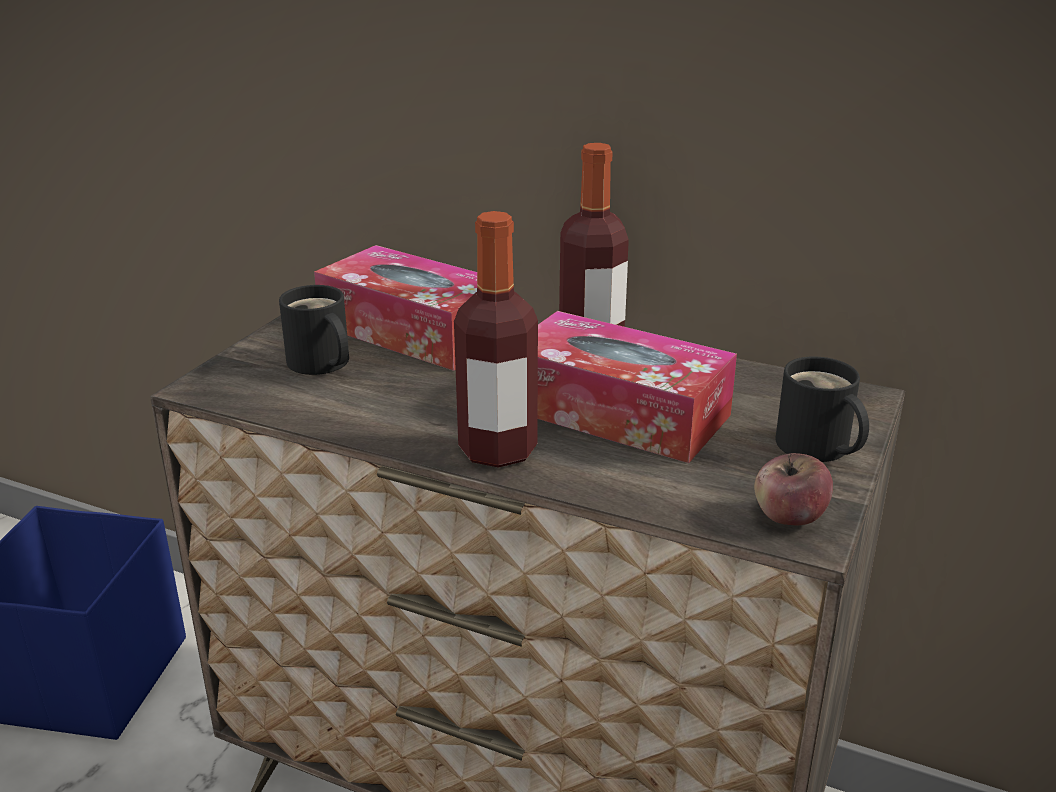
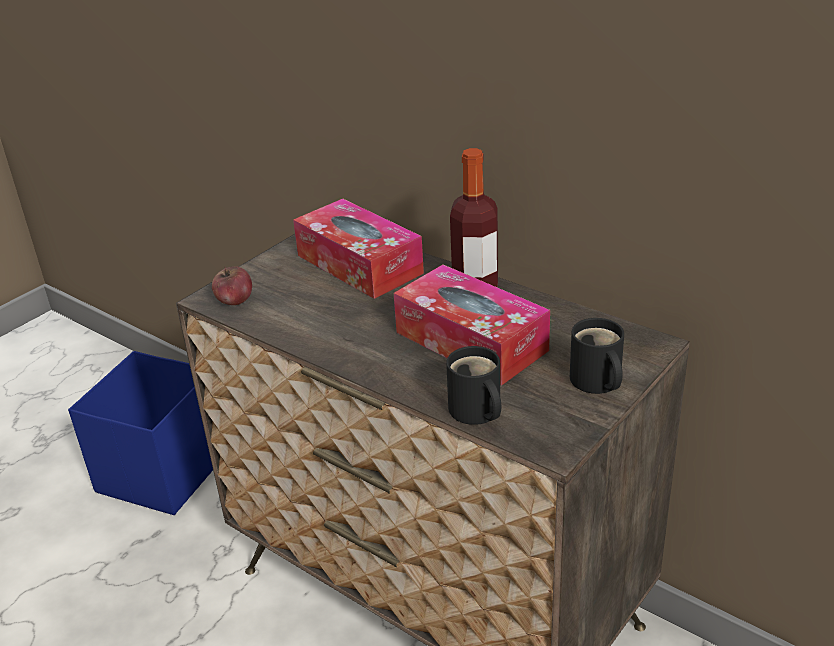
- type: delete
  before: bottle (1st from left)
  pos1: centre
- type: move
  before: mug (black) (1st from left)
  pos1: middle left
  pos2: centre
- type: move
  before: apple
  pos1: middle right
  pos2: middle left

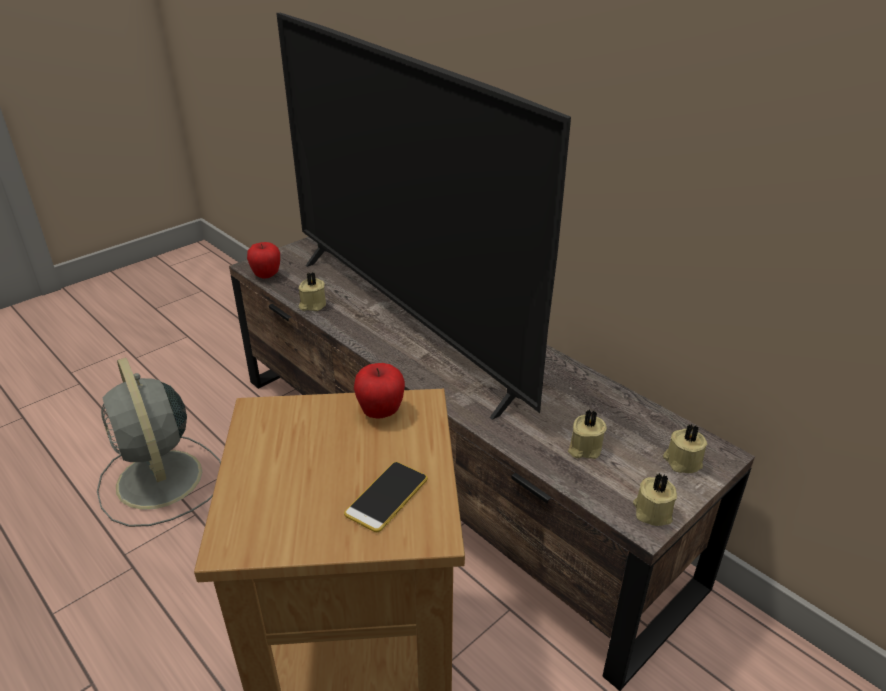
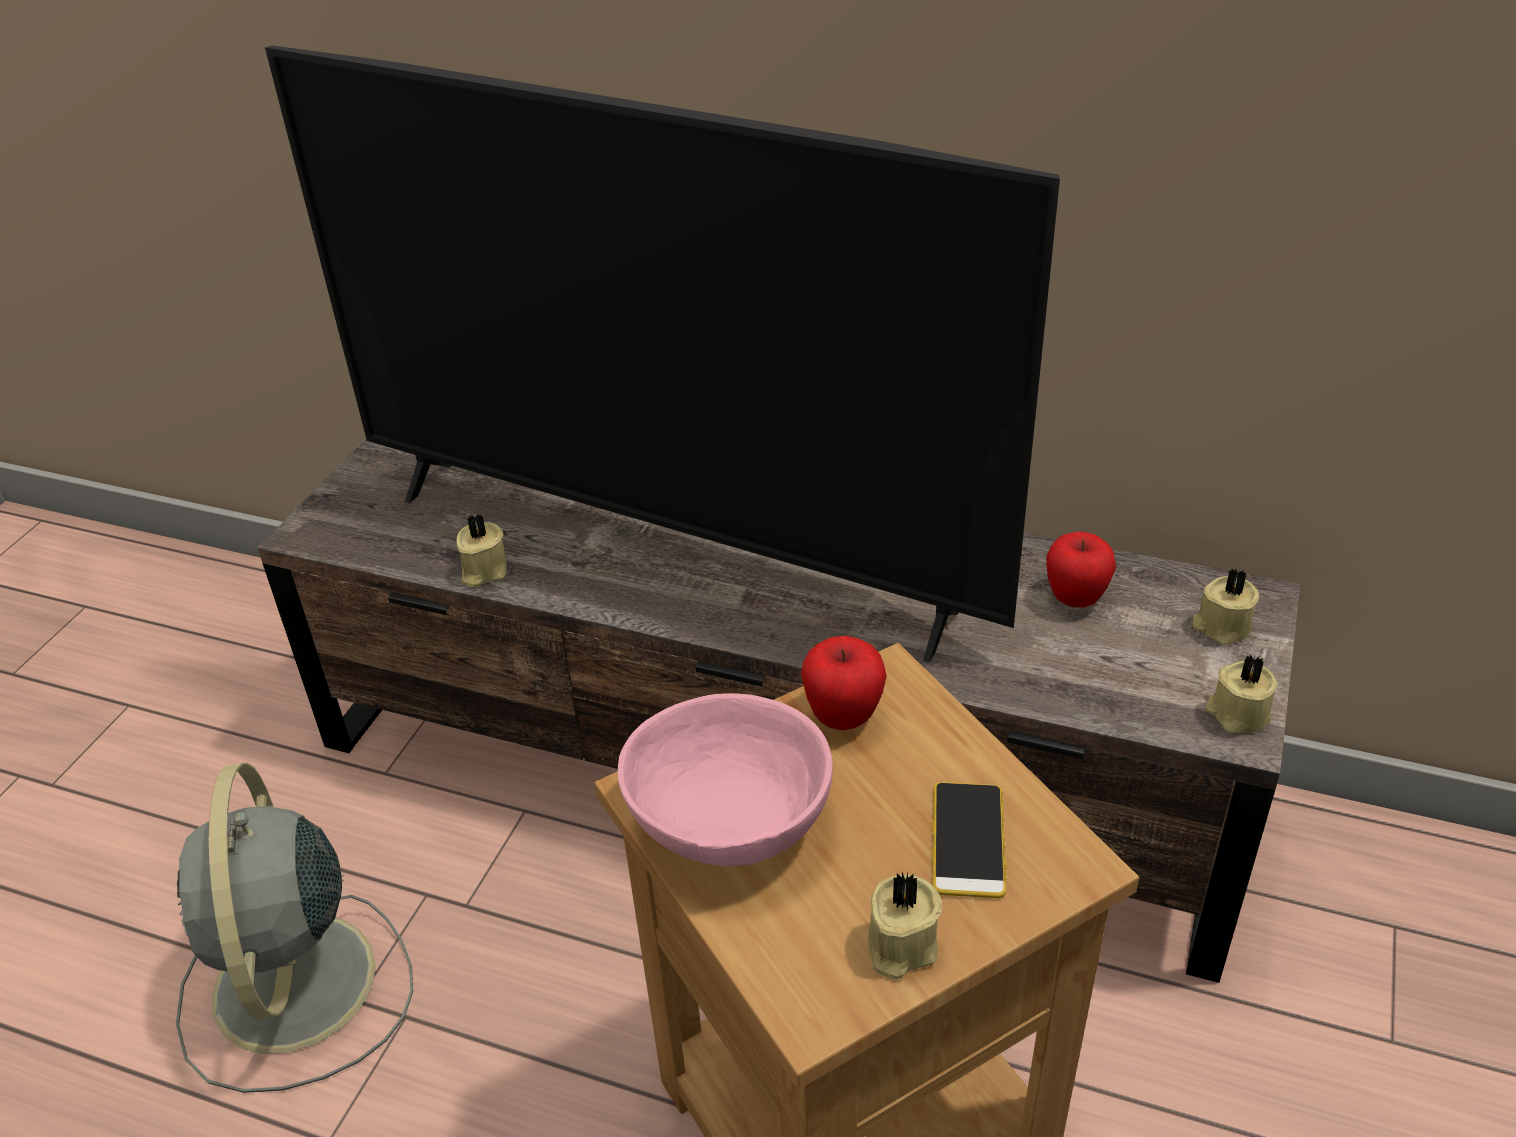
- type: insert
  after: bowl (pink)
  pos2: bottom centre
- type: move
  before: apple (1st from left in the first image)
  after: apple (2nd from left)
  pos1: middle left
  pos2: middle right
- type: move
  before: candle (beige) (2nd from left)
  pos1: centre
  pos2: bottom centre
- type: rotate
  before: fan (grey)
  pos1: middle left
  pos2: bottom left
  turn: 45

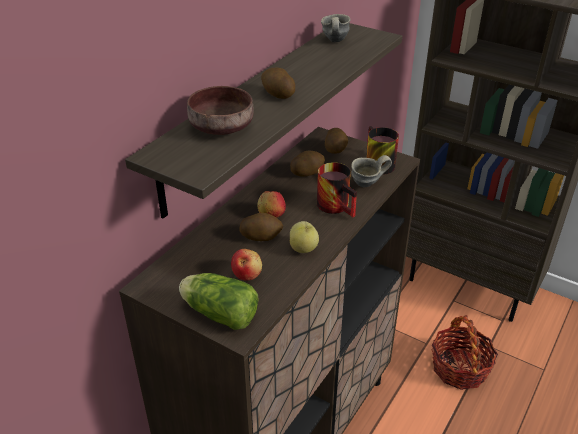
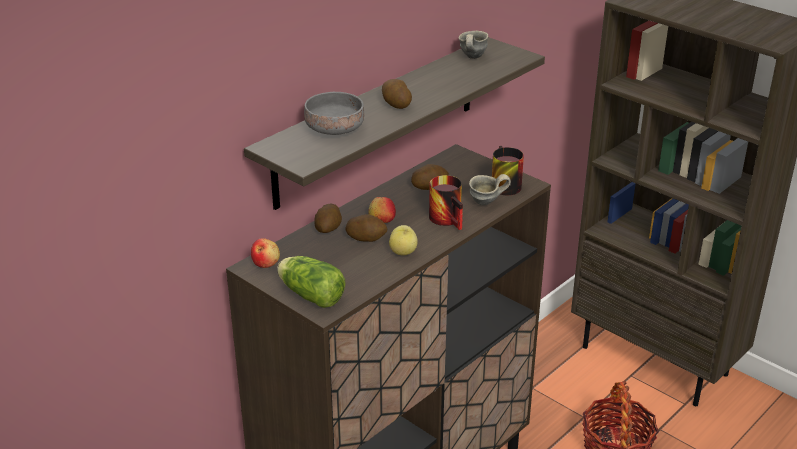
- type: move
  before: apple (1st from left)
  pos1: centre
  pos2: middle left
- type: move
  before: potato (4th from left in the first image)
  after: potato (1st from left)
  pos1: top centre
  pos2: centre
- type: recolor
  before: bowl (brown)
  after: bowl (grey)
  pos1: top centre
  pos2: top centre

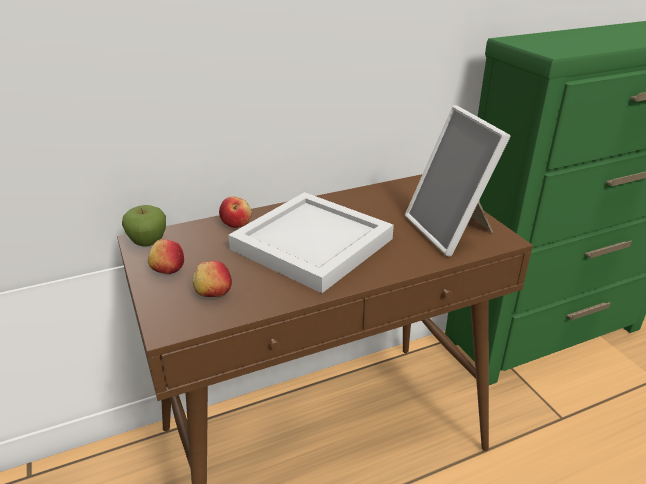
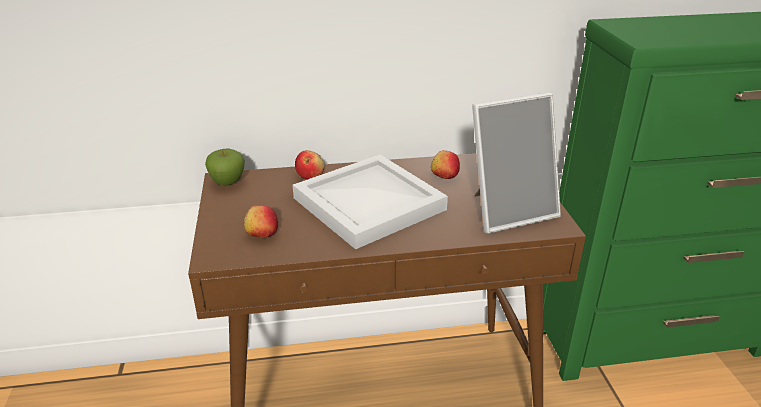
- type: move
  before: apple (2nd from left in the first image)
  after: apple (4th from left)
  pos1: middle left
  pos2: centre
- type: rotate
  before: picture frame
  pos1: middle right
  pos2: middle right
  turn: -105

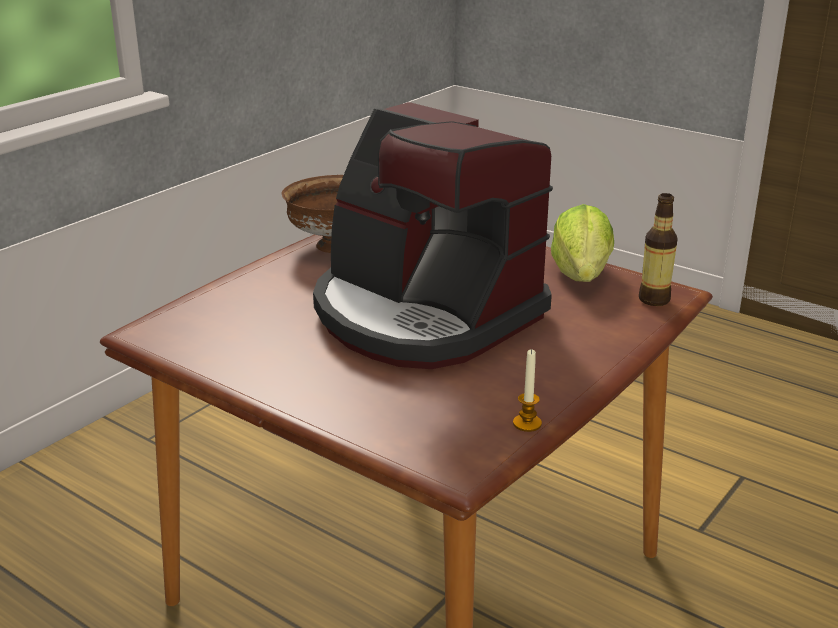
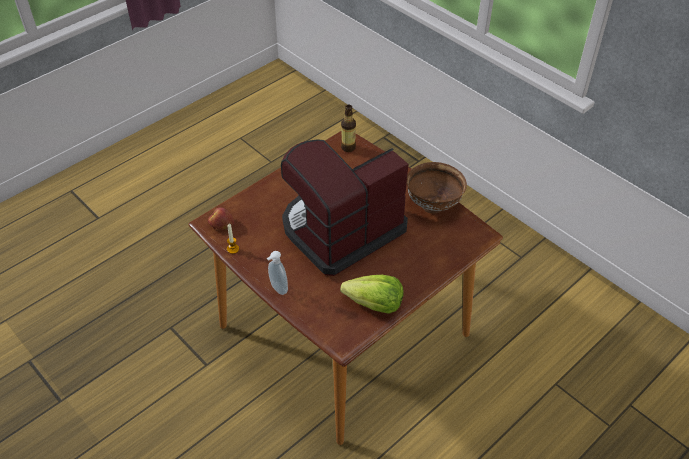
- type: insert
  after: apple
  pos2: middle left
- type: insert
  after: soap dispenser
  pos2: centre
- type: move
  before: bottle
  pos1: middle right
  pos2: top centre

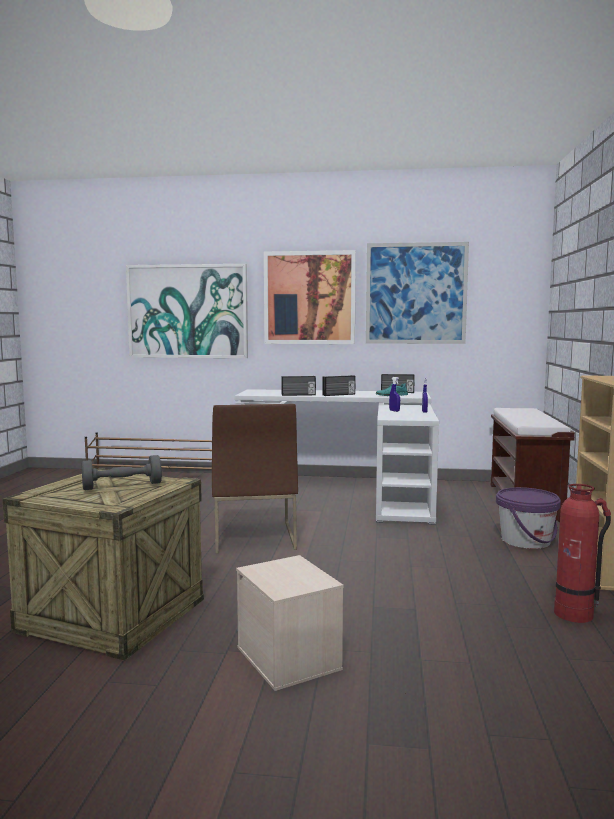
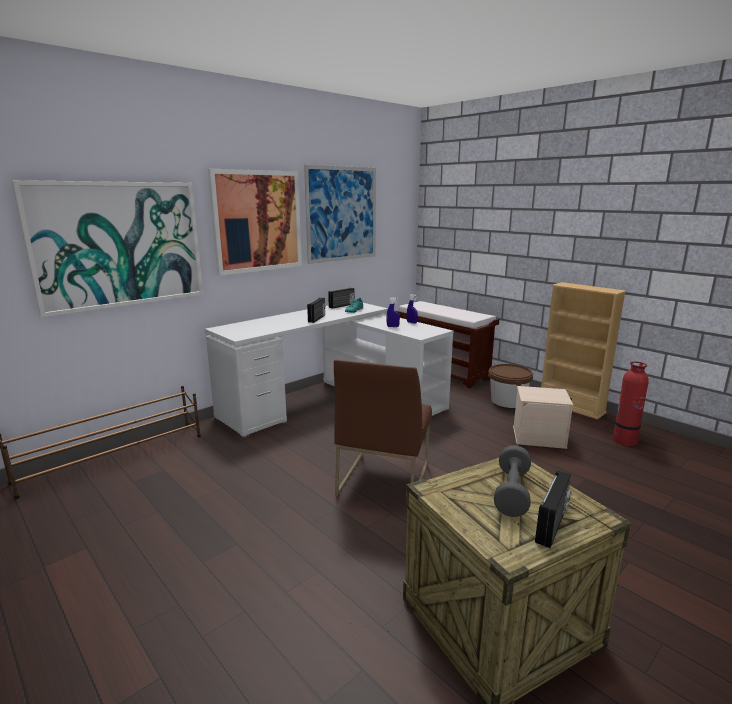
- type: move
  before: storage box (beige)
  pos1: bottom centre
  pos2: middle right
- type: move
  before: radio (1st from left in the first image)
  after: radio (3rd from left)
  pos1: centre
  pos2: bottom right
- type: recolor
  before: bucket (purple)
  after: bucket (brown)
  pos1: middle right
  pos2: middle right
- type: rotate
  before: chair (brown)
  pos1: centre
  pos2: centre
  turn: 75

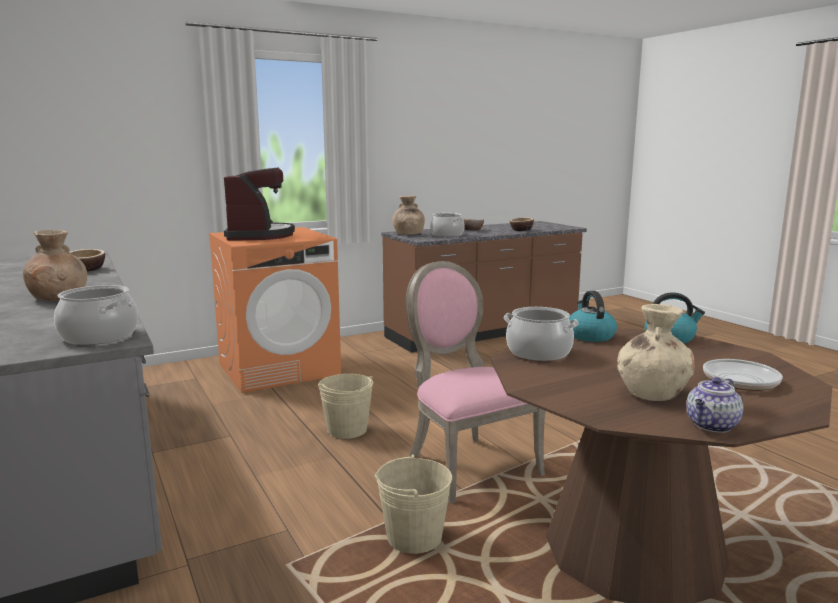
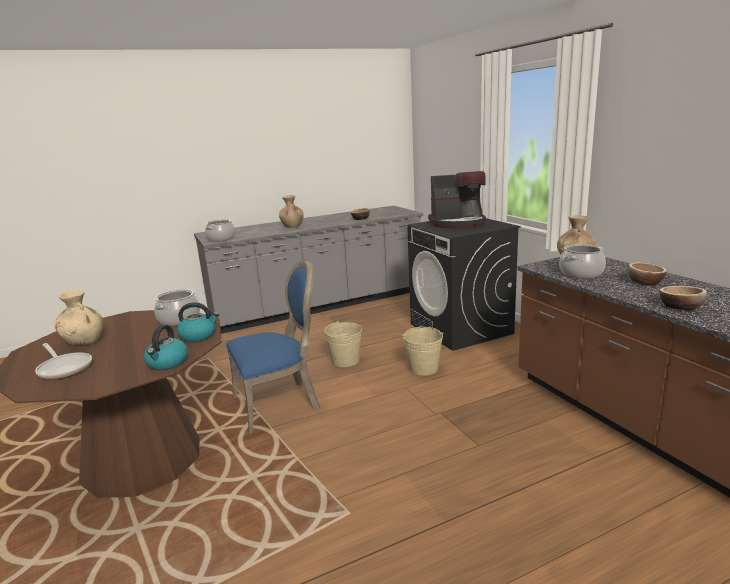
- type: delete
  before: teapot
  pos1: bottom right
- type: move
  before: bucket (beige) (2nd from left)
  pos1: bottom centre
  pos2: centre
- type: recolor
  before: washing machine (orange)
  after: washing machine (black)
  pos1: middle left
  pos2: centre
- type: recolor
  before: chair (pink)
  after: chair (blue)
  pos1: centre
  pos2: centre

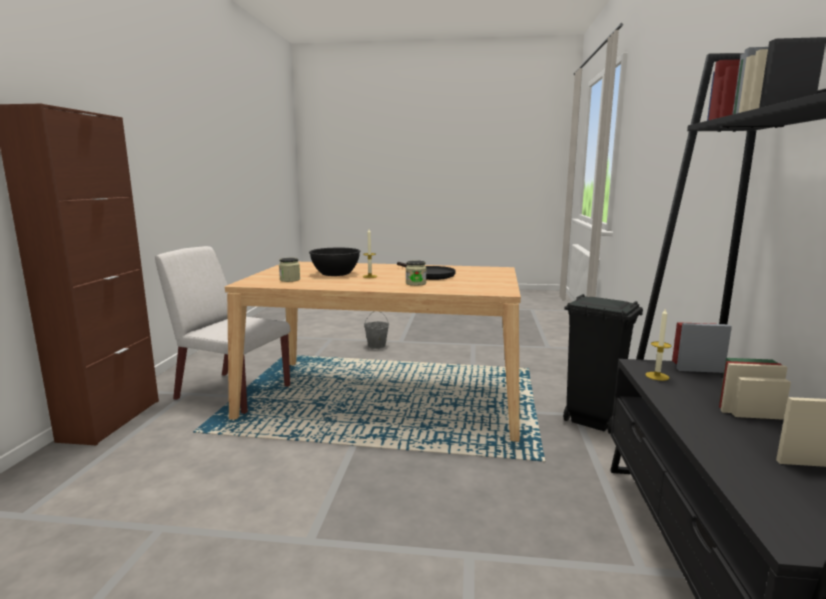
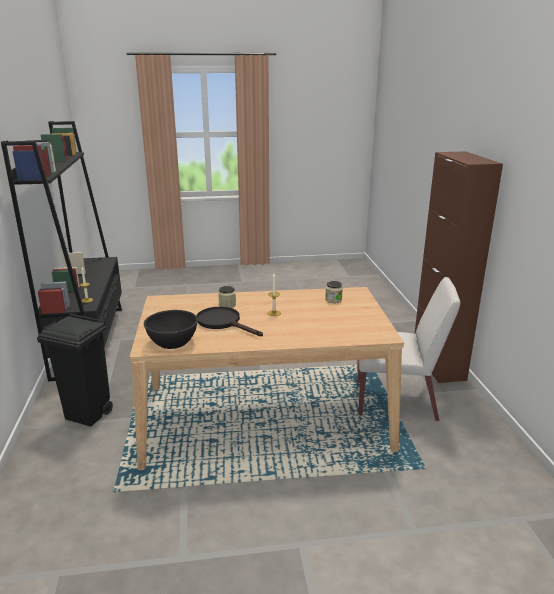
- type: delete
  before: bucket (grey)
  pos1: centre
- type: move
  before: bowl (black)
  pos1: centre
  pos2: middle left

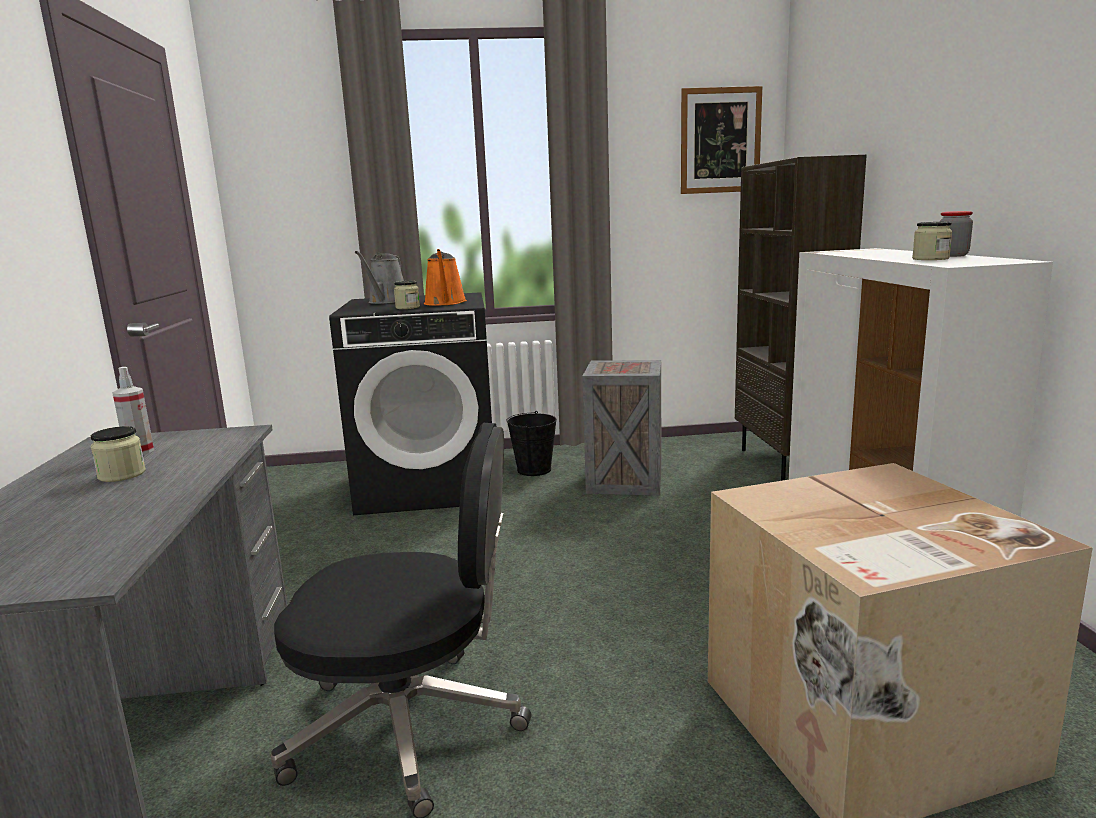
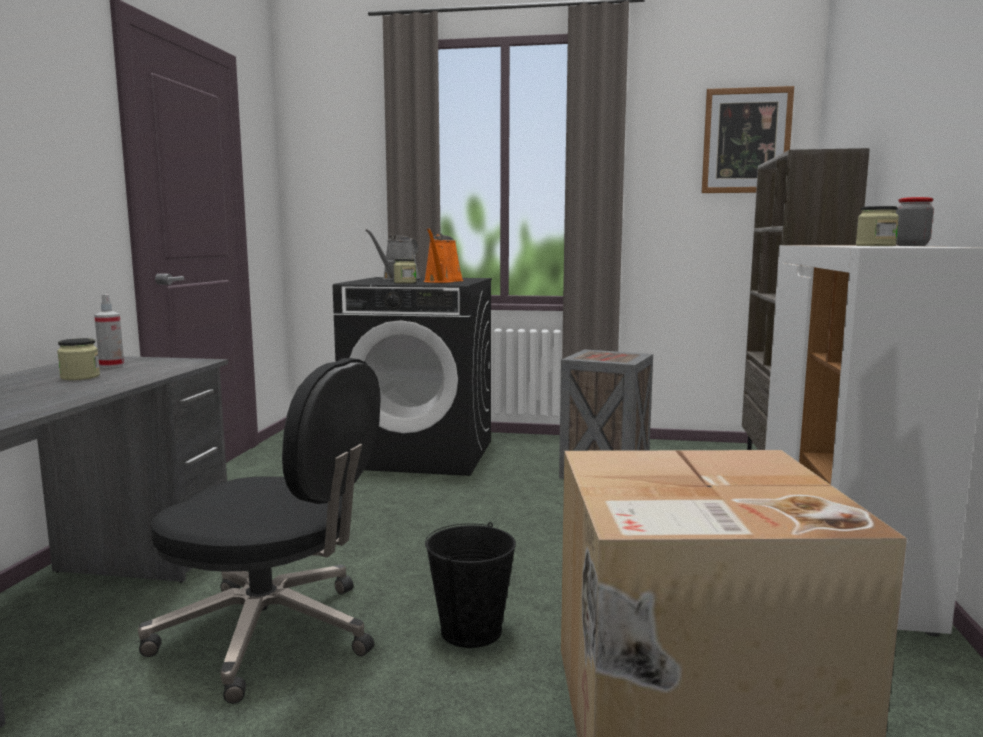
- type: move
  before: bucket (black)
  pos1: centre
  pos2: bottom centre

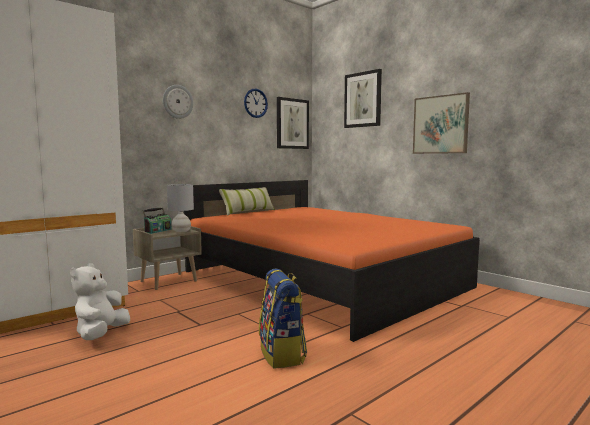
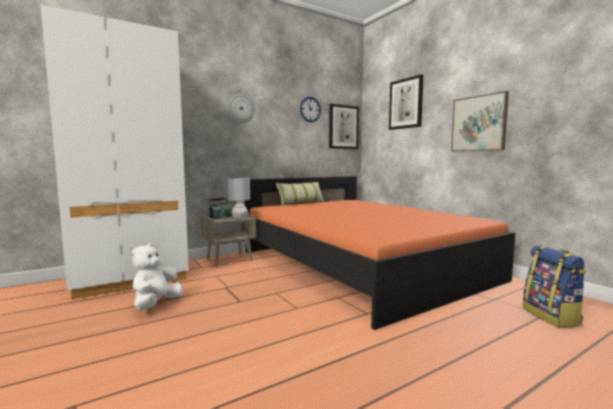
- type: move
  before: backpack
  pos1: bottom centre
  pos2: bottom right

